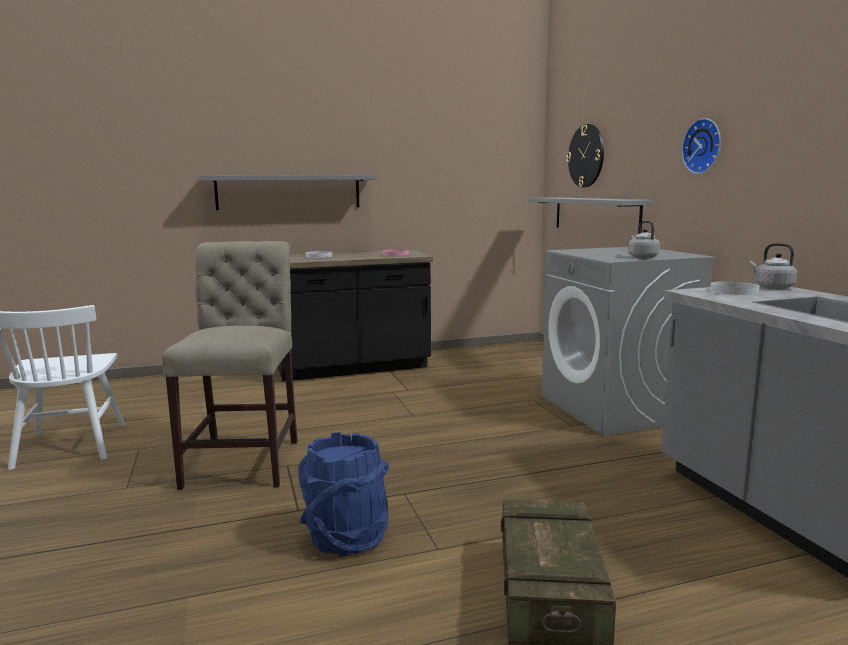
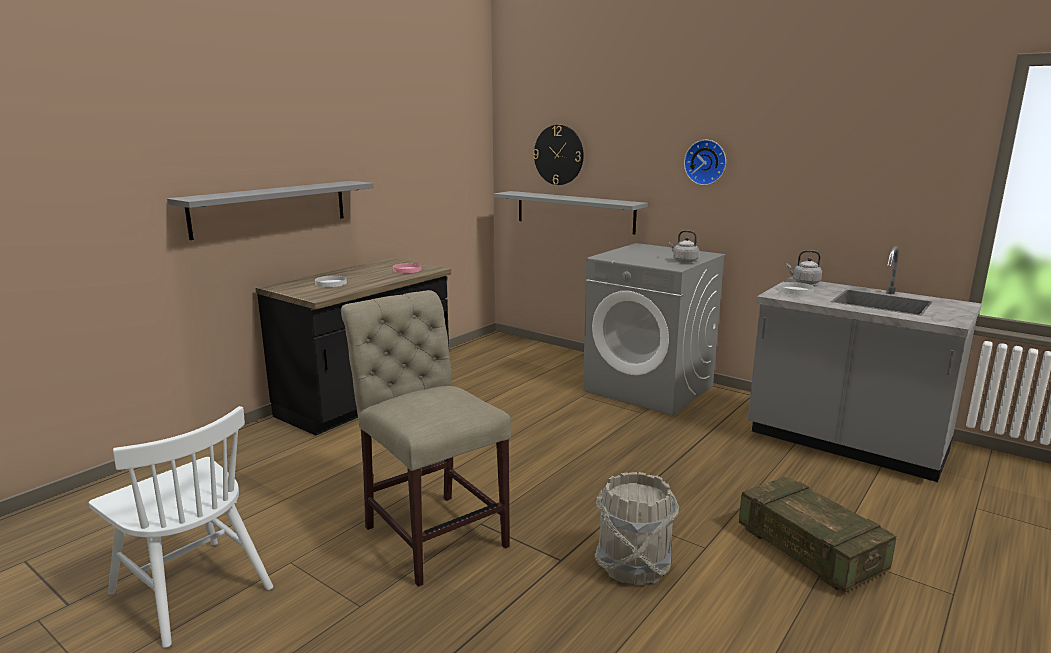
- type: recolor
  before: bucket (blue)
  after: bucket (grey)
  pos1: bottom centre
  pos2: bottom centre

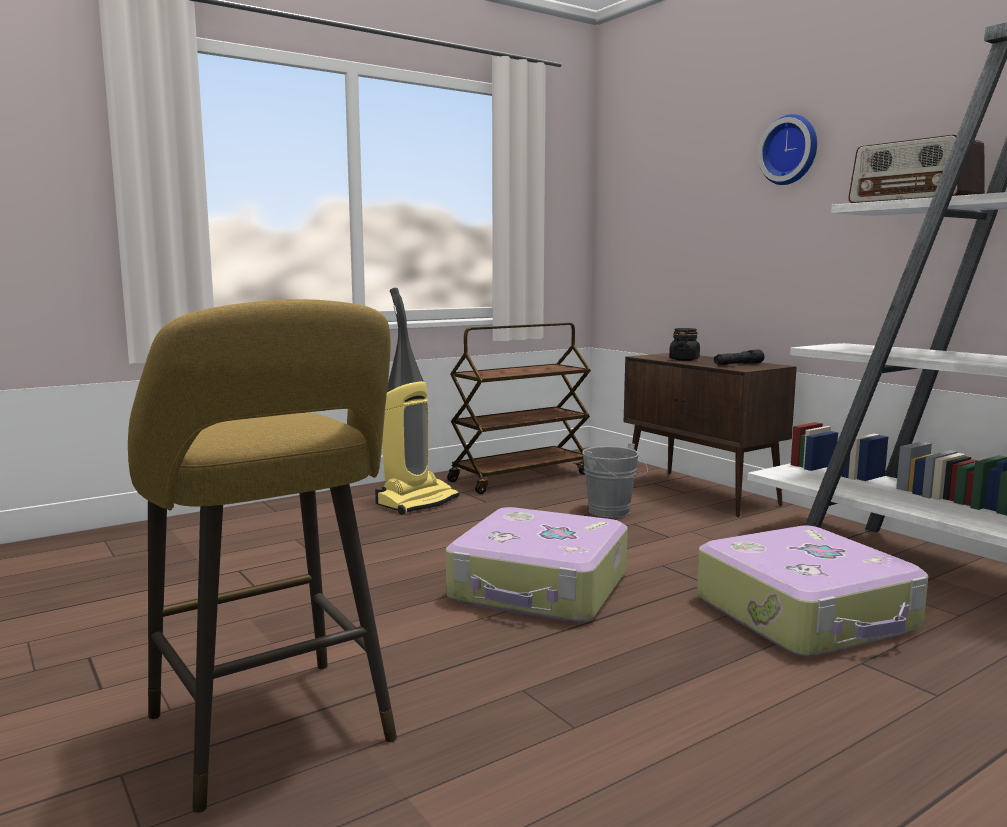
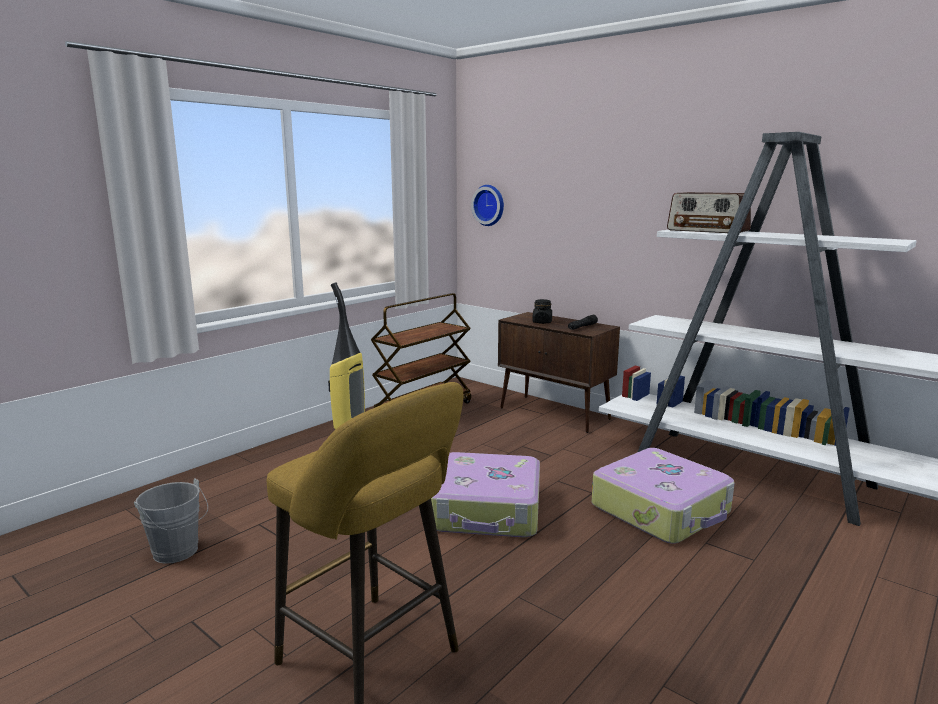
- type: move
  before: bucket (grey)
  pos1: centre
  pos2: bottom left
- type: move
  before: wall clock
  pos1: top right
  pos2: top centre

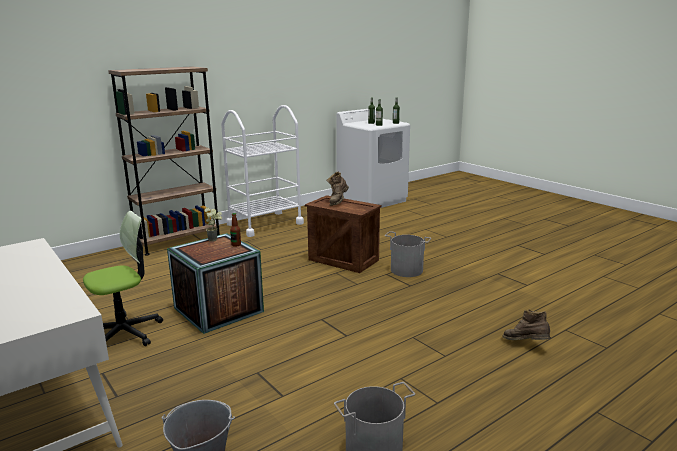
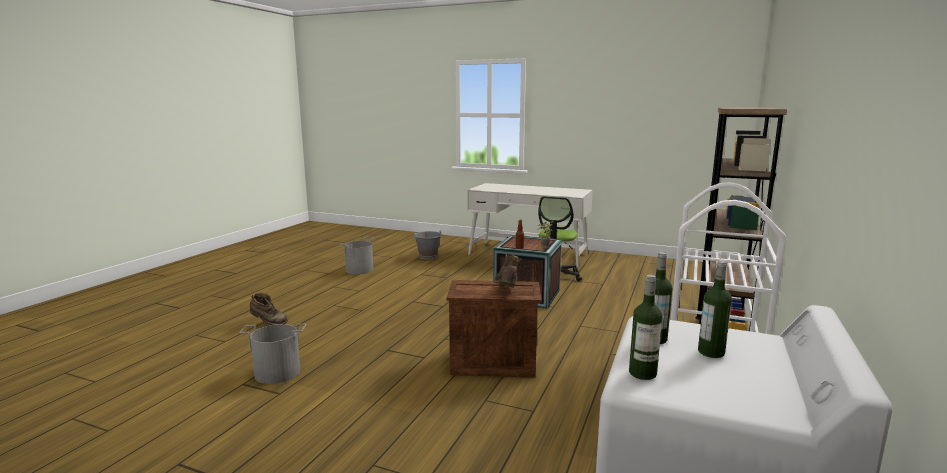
- type: move
  before: bucket (grey) (3rd from left in the first image)
  after: bucket (grey) (1st from left)
  pos1: centre
  pos2: bottom left

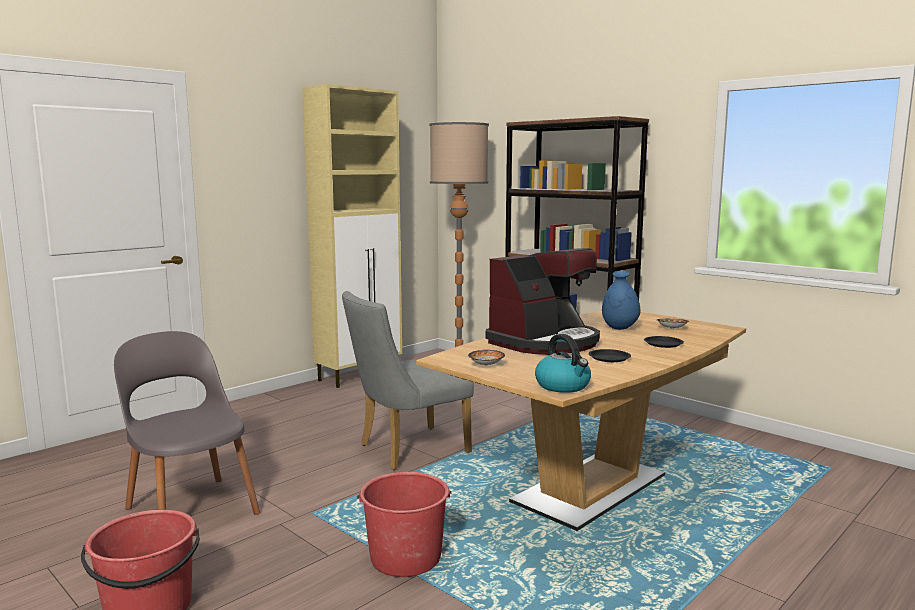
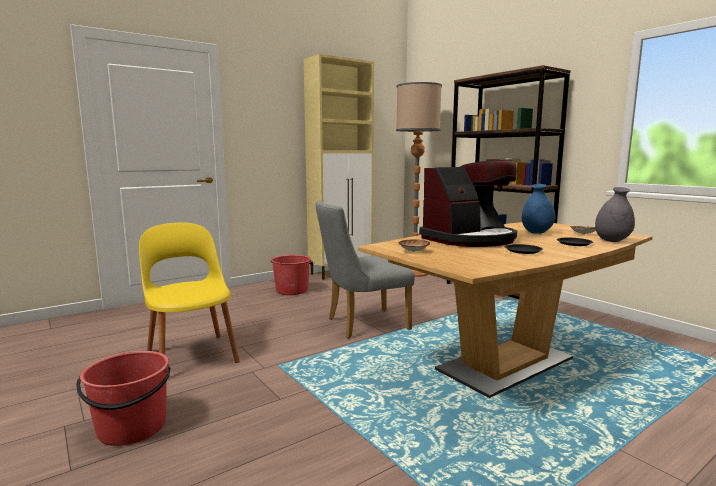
- type: delete
  before: kettle
  pos1: centre
- type: insert
  after: vase (grey)
  pos2: middle right
- type: move
  before: bucket (red) (2nd from left)
  pos1: bottom centre
  pos2: centre
- type: recolor
  before: chair (grey) (1st from left)
  after: chair (yellow)
  pos1: bottom left
  pos2: middle left

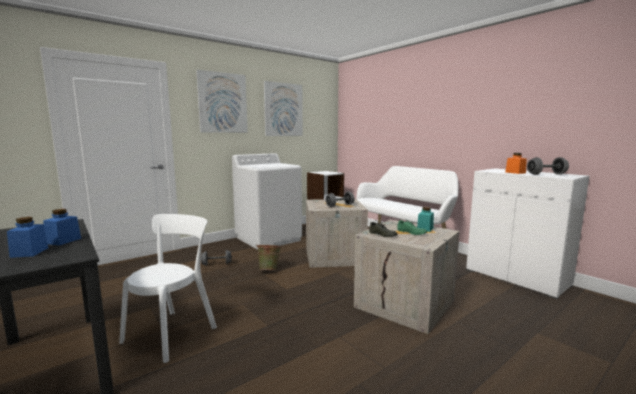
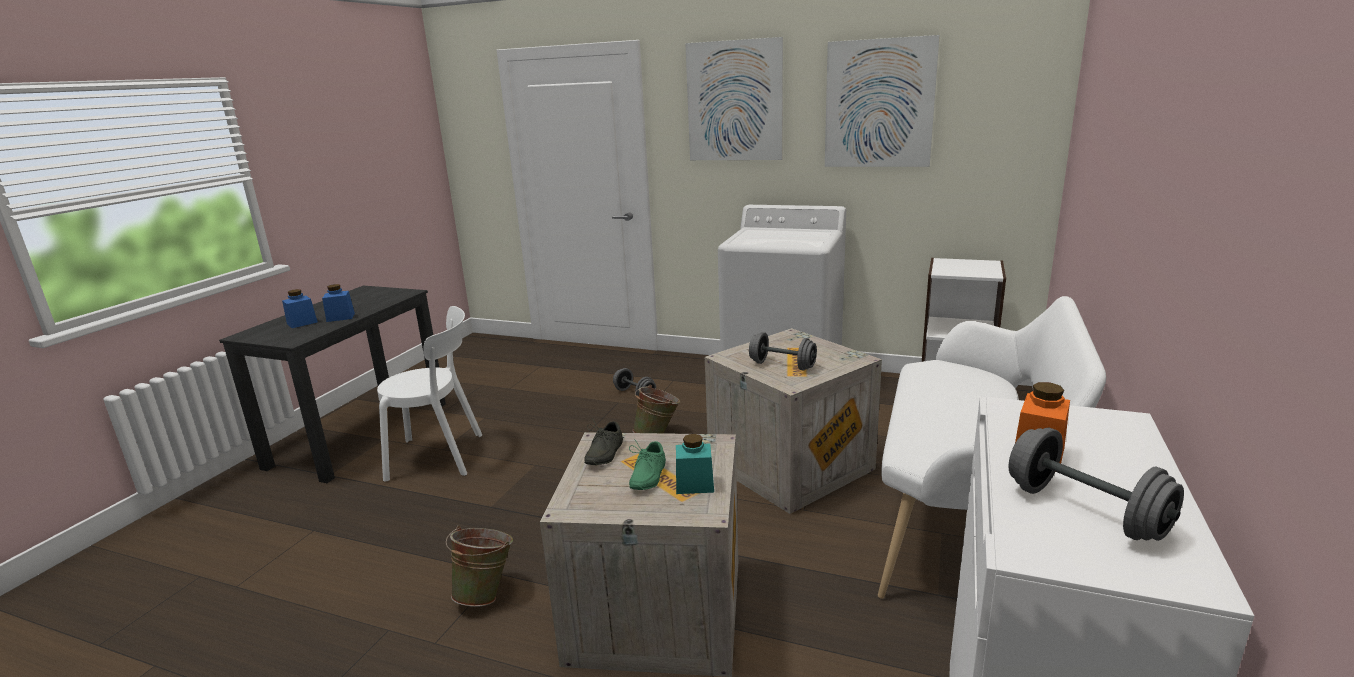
- type: insert
  after: bucket (green) (1st from left)
  pos2: bottom centre

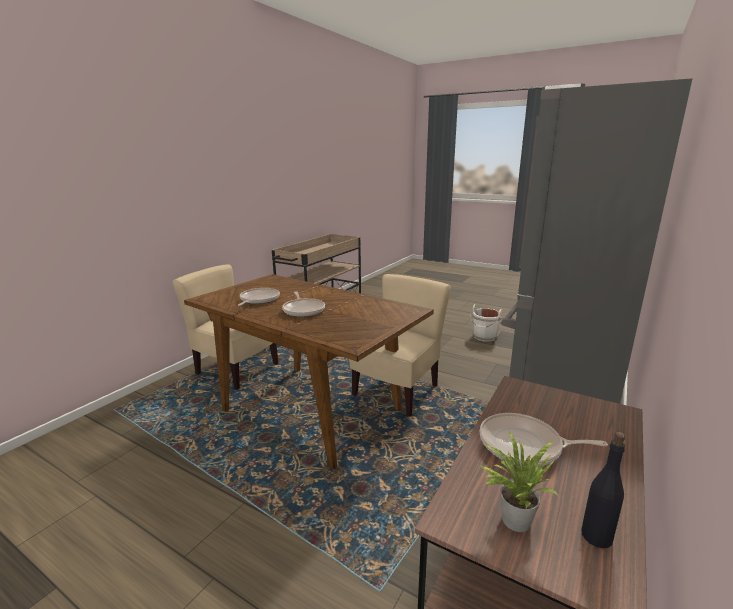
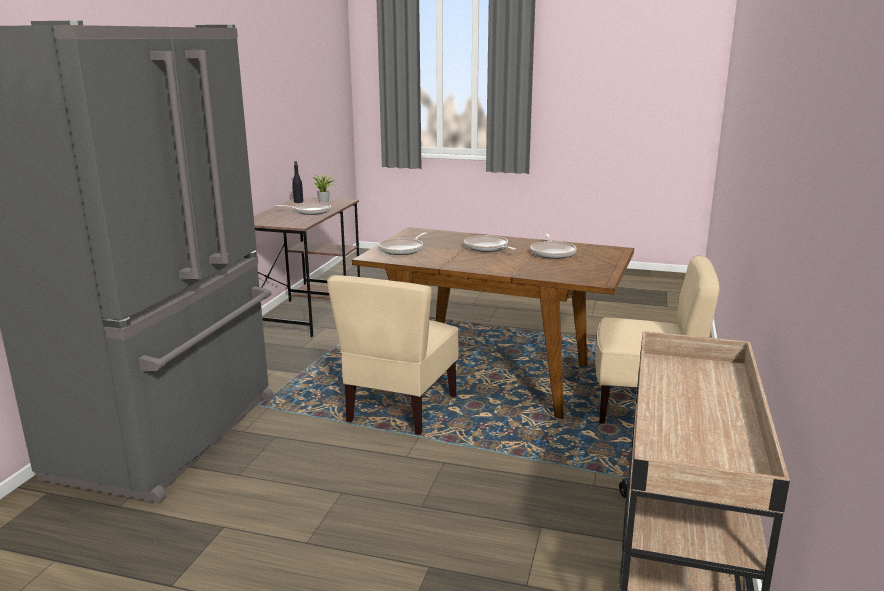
- type: delete
  before: bucket (white)
  pos1: centre
- type: insert
  after: frying pan (2nd from left)
  pos2: centre

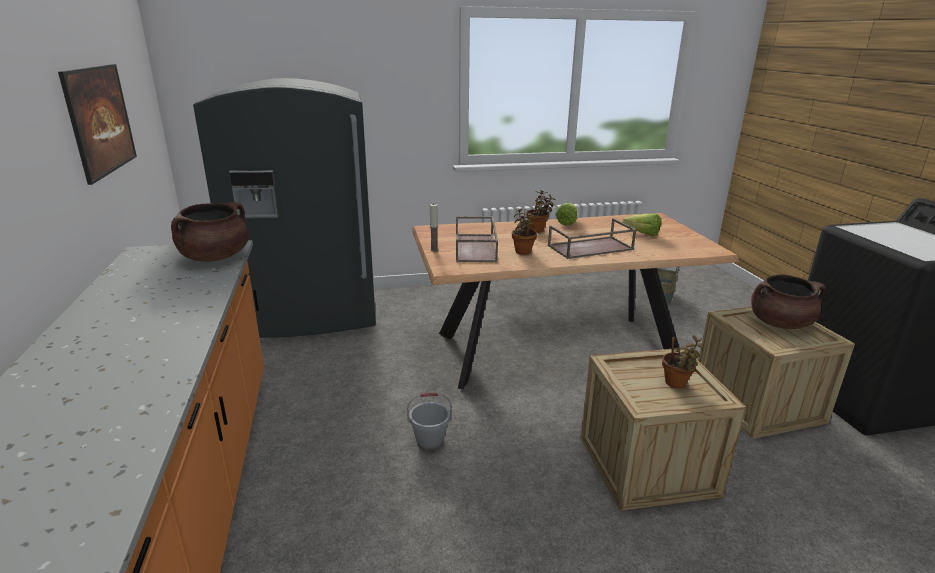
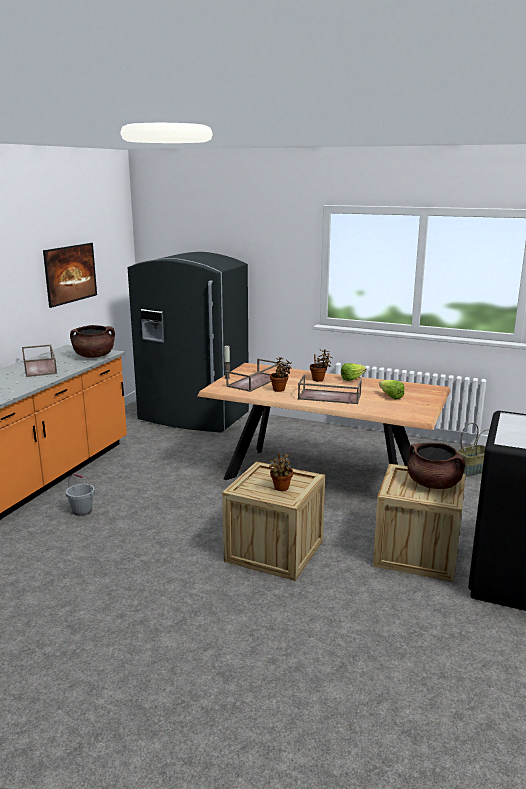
- type: insert
  after: tray (brown) (1st from left)
  pos2: middle left
- type: move
  before: bucket (grey)
  pos1: bottom centre
  pos2: middle left

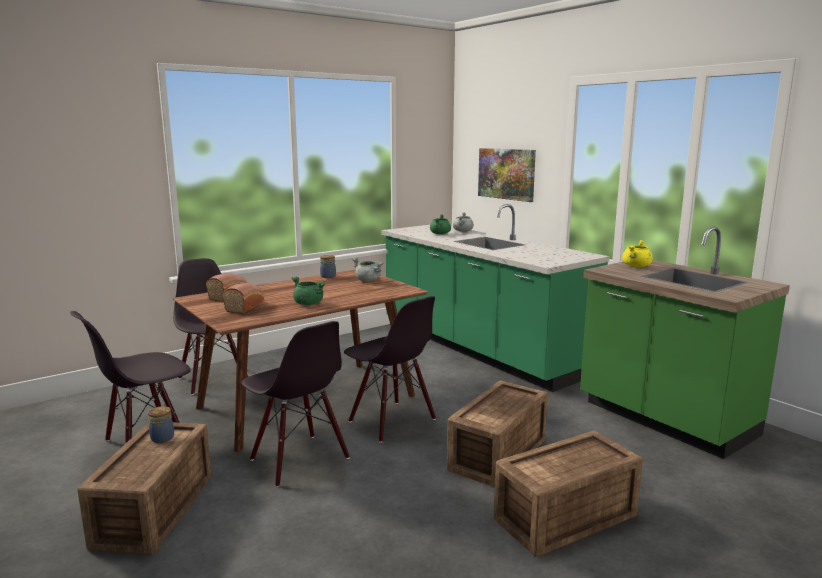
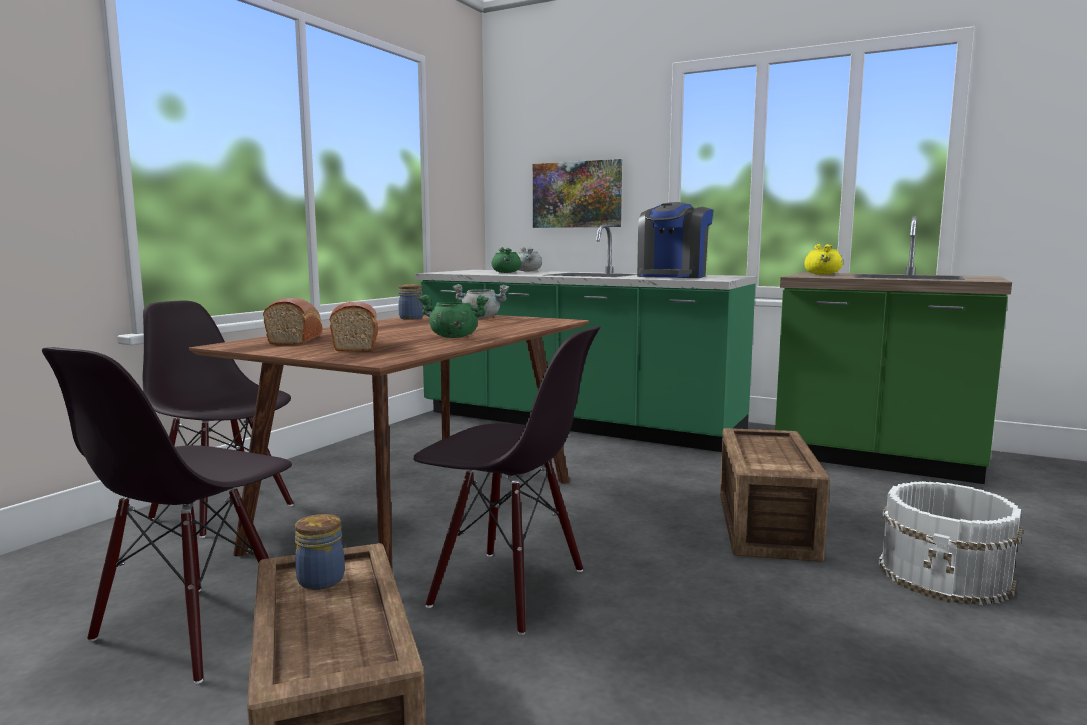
- type: delete
  before: chair (black) (4th from left)
  pos1: centre
- type: insert
  after: coffee machine
  pos2: top centre
- type: replace
  before: crate (3rd from left)
  after: bucket (white)
  pos1: bottom right
  pos2: bottom right

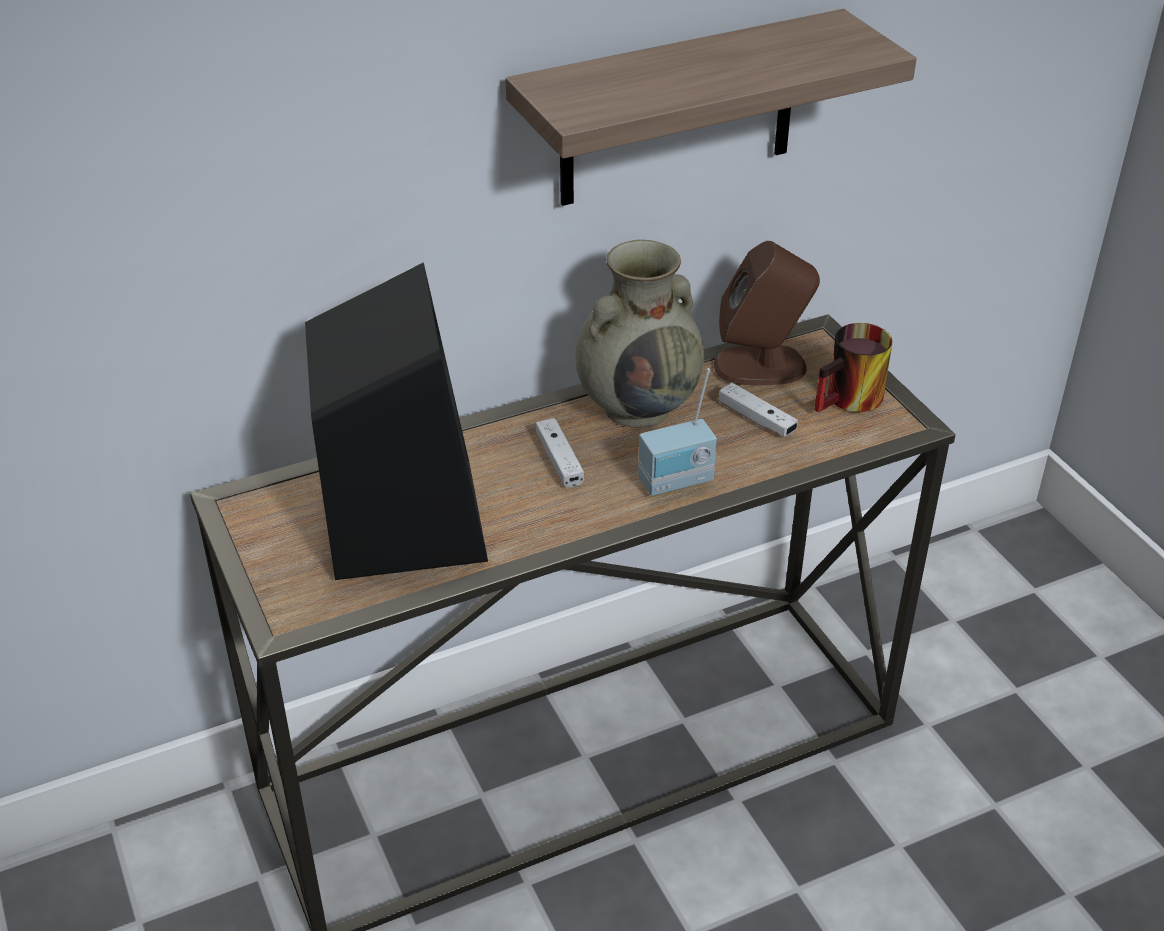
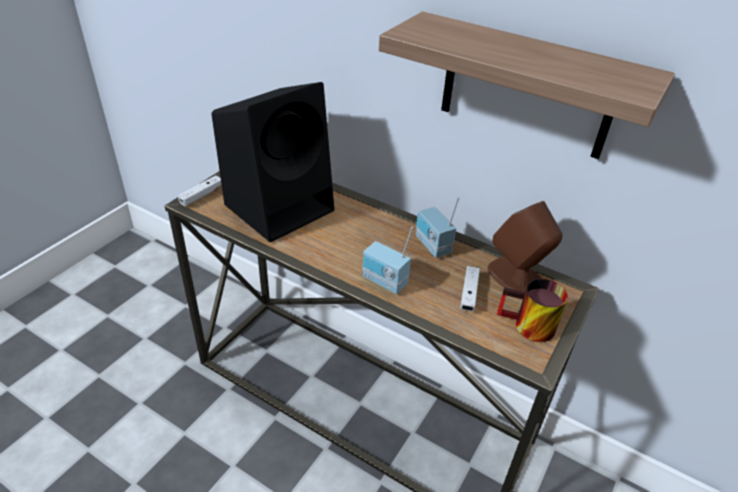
- type: move
  before: game controller (white) (1st from left)
  pos1: centre
  pos2: middle left
- type: replace
  before: vase (beige)
  after: radio (2nd from left)
  pos1: centre
  pos2: centre

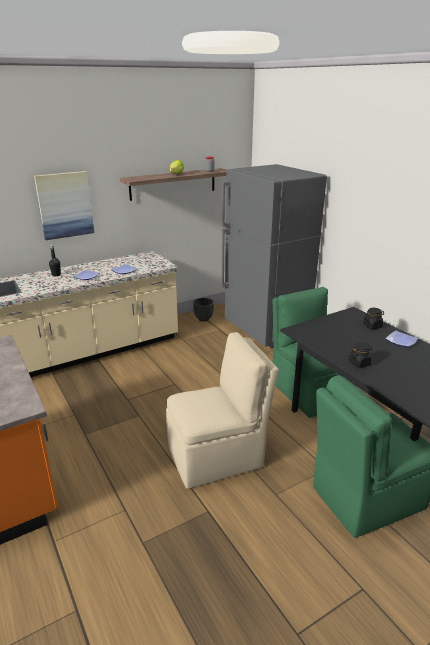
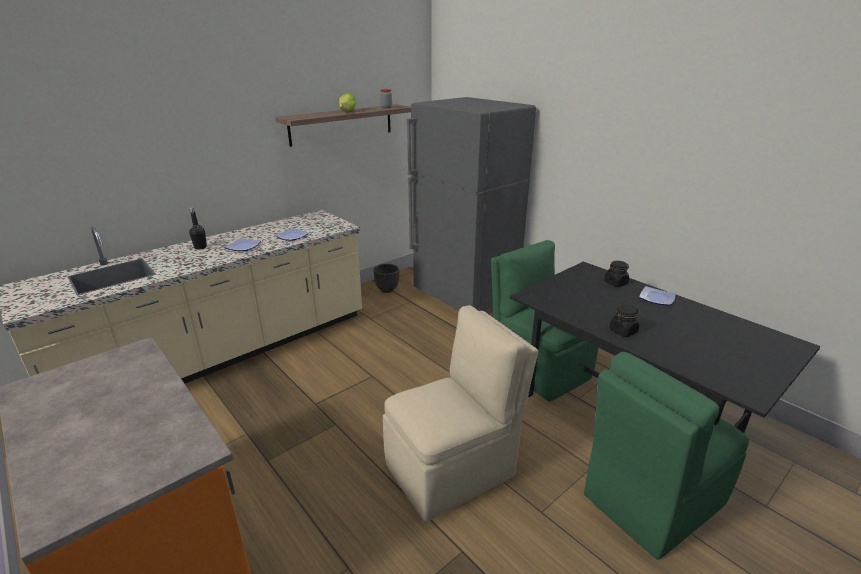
- type: delete
  before: picture
  pos1: top left

